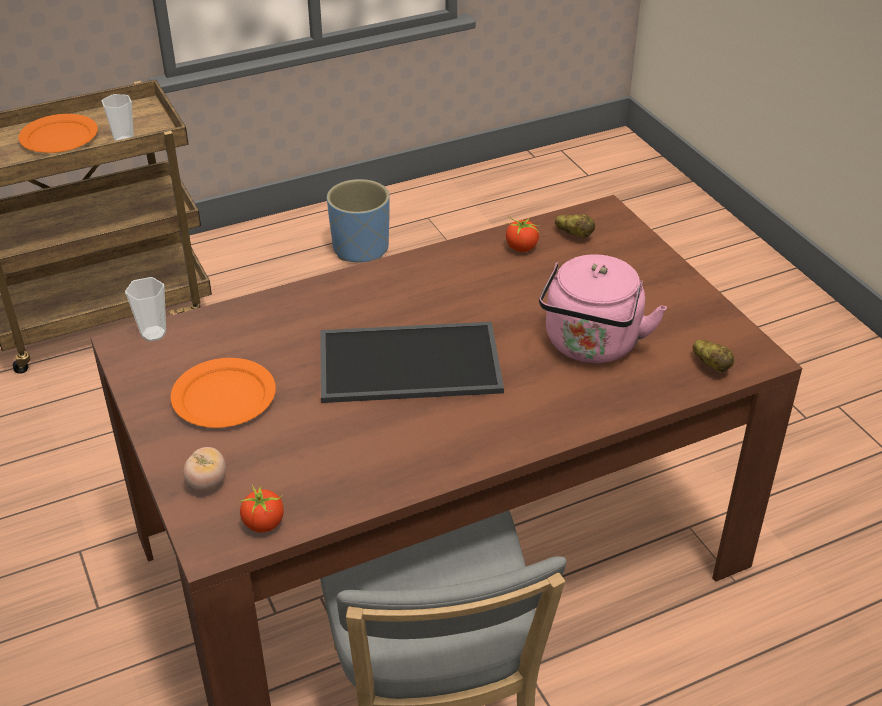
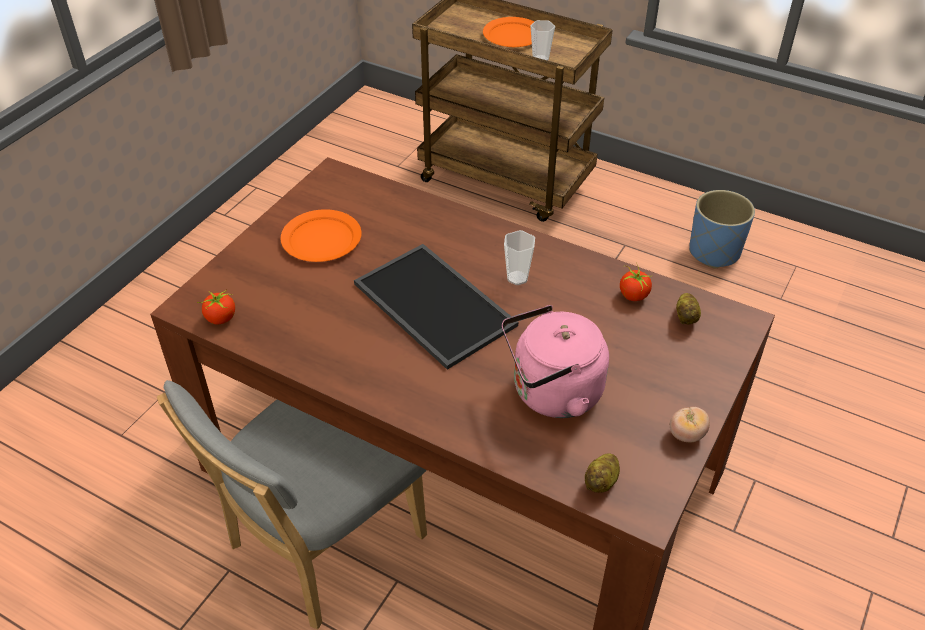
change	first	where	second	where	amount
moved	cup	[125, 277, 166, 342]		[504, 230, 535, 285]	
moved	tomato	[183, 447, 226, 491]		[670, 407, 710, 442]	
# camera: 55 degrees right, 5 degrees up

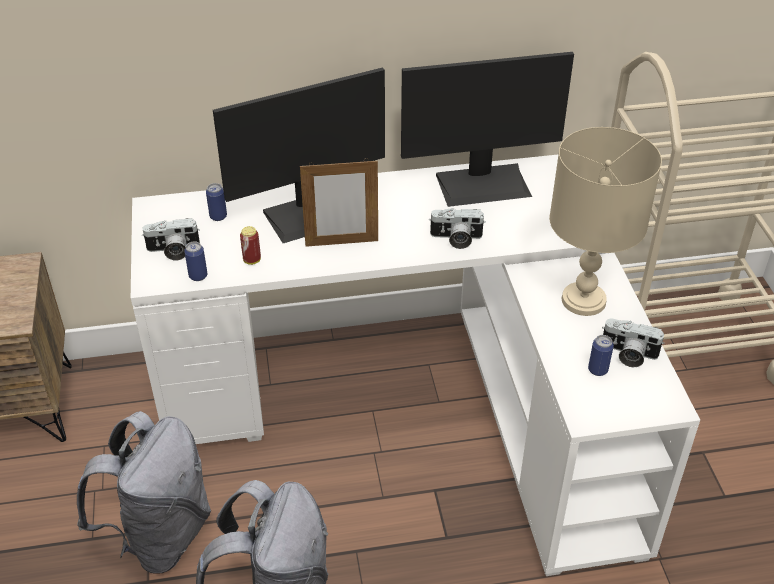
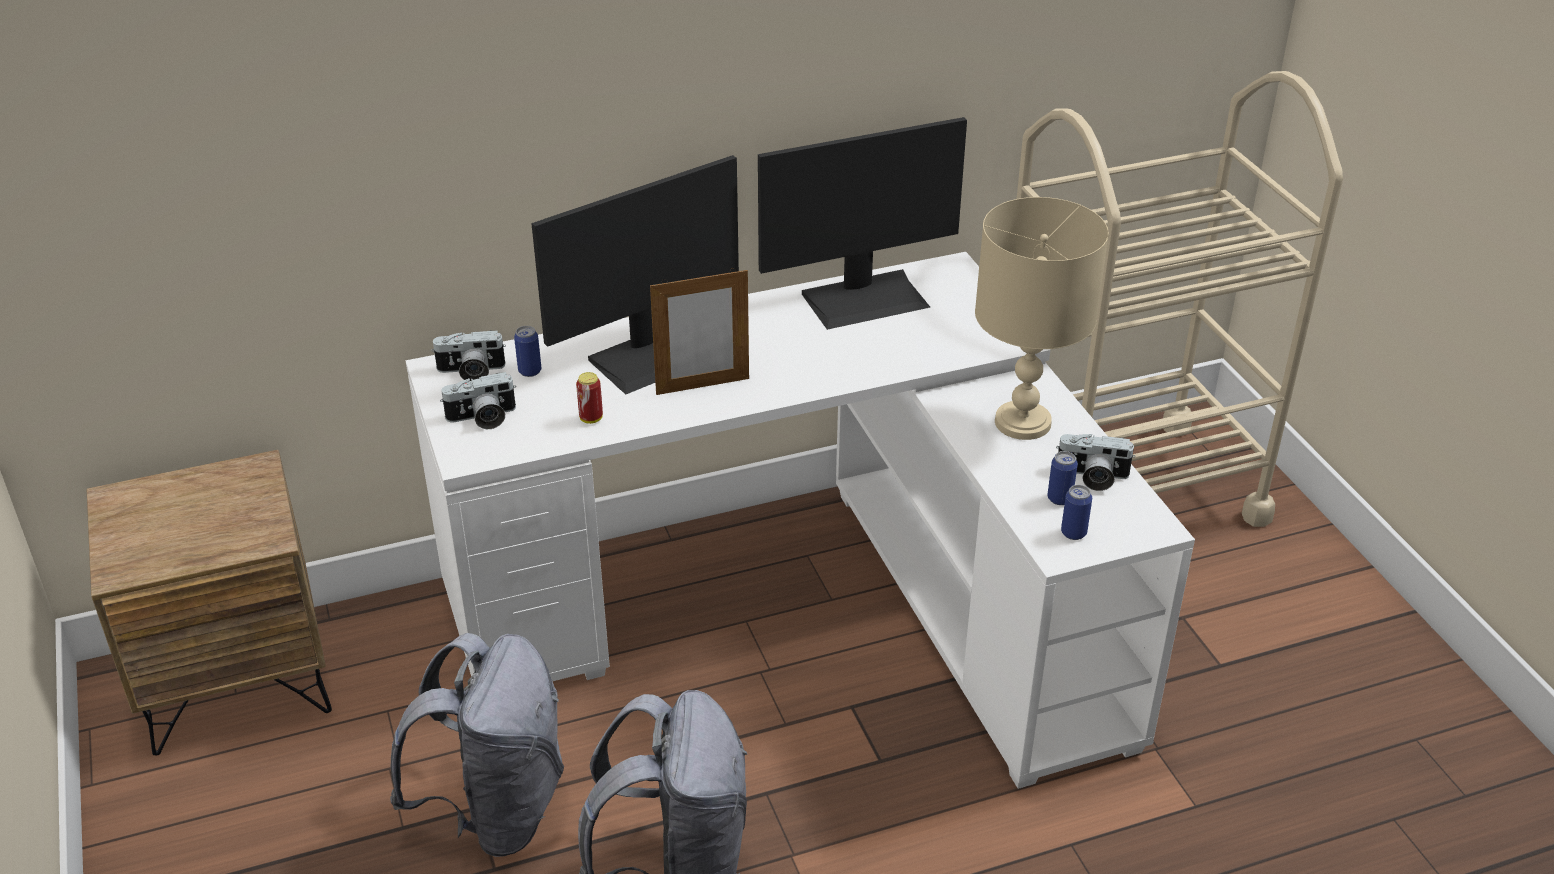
change	first	where	second	where	amount
moved	can	[184, 241, 207, 281]		[1061, 485, 1092, 540]	
moved	photo camera	[429, 208, 486, 249]		[431, 330, 506, 381]	
# camera: 10 degrees left, 5 degrees down

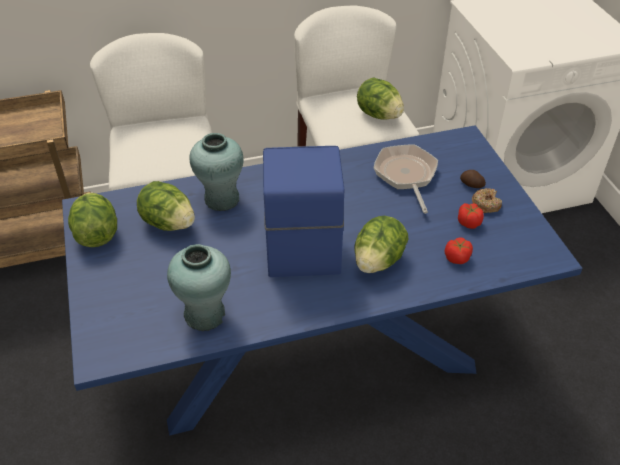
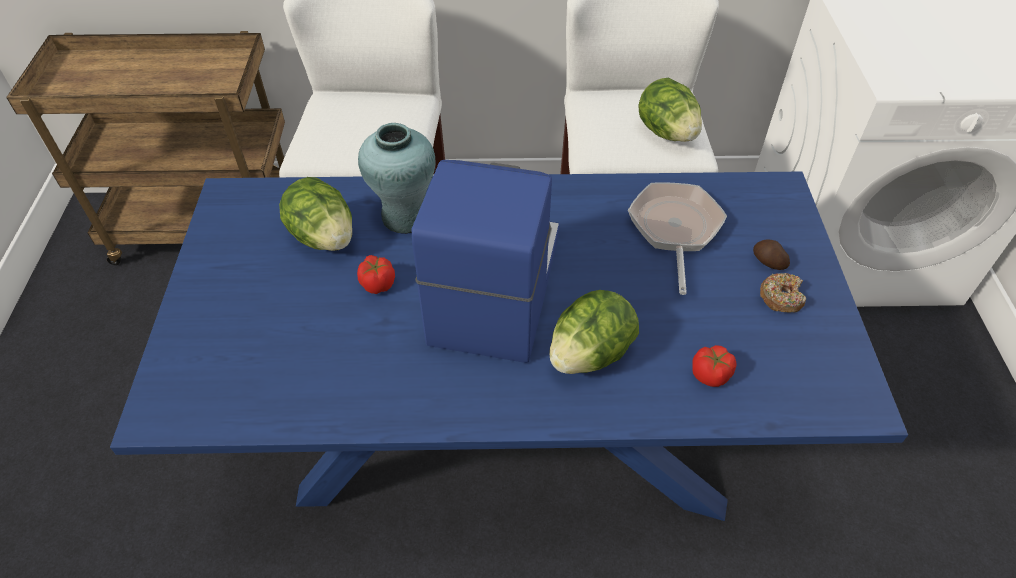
change	first	where	second	where	amount
removed	lettuce	[68, 193, 117, 247]			
removed	turquoise vase	[167, 244, 231, 331]			
moved	tomato	[458, 203, 484, 229]		[357, 255, 395, 294]	
# camera: 15 degrees right, 5 degrees up

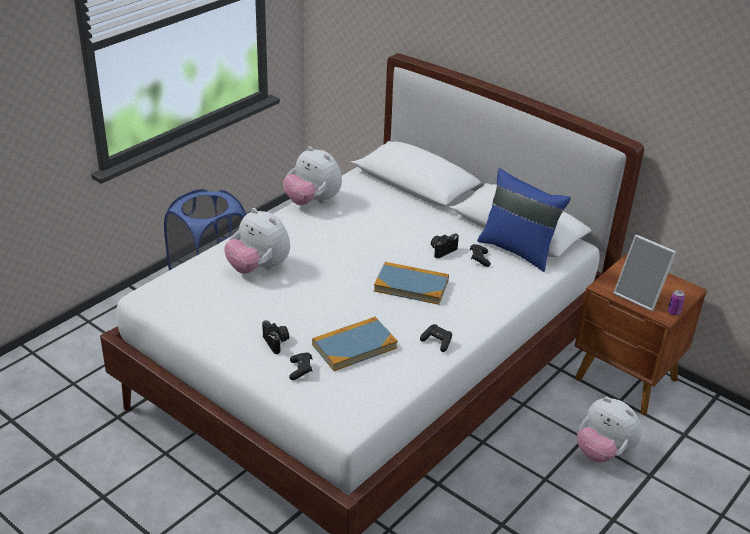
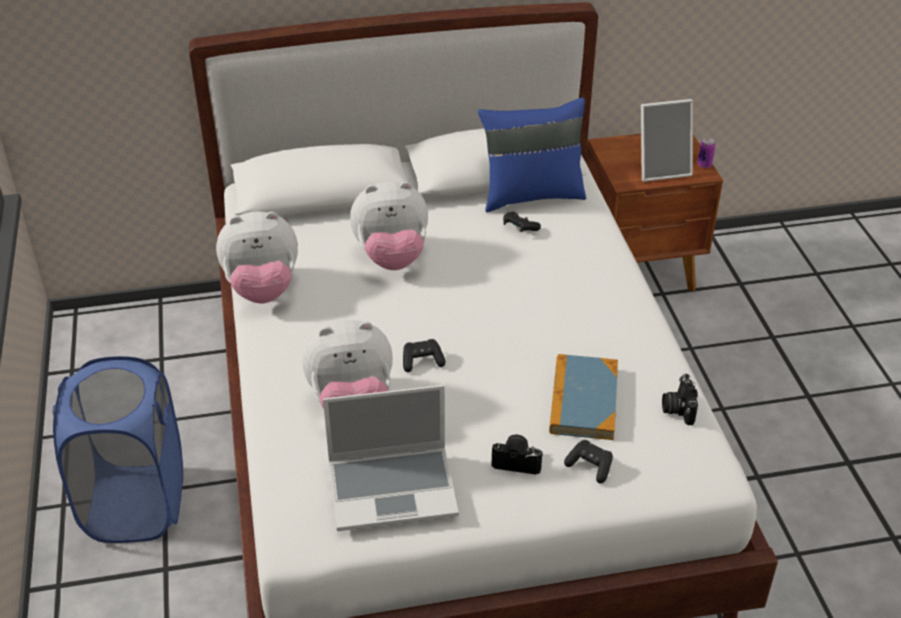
change	first	where	second	where	amount
removed	book	[374, 262, 449, 305]			
added			laptop	[323, 385, 459, 531]	
moved	black game controller	[420, 324, 452, 352]		[403, 339, 445, 372]	
moved	photo camera	[431, 234, 459, 258]		[662, 374, 698, 425]	
moved	plush toy	[577, 397, 642, 462]		[350, 181, 428, 270]	
# camera: 50 degrees left, 5 degrees up

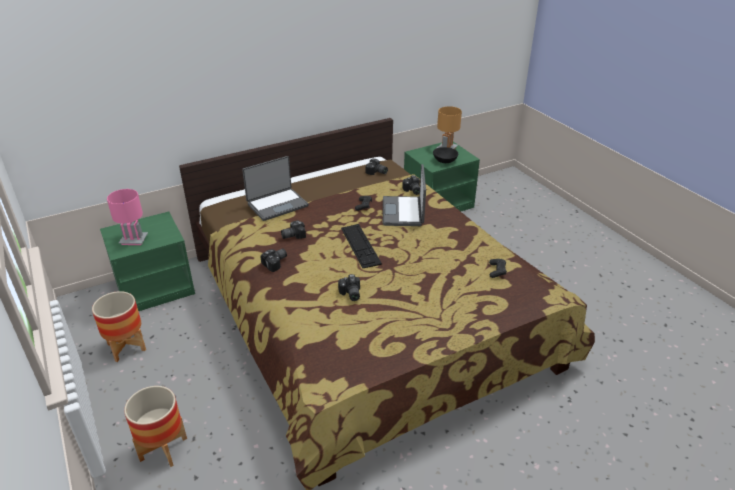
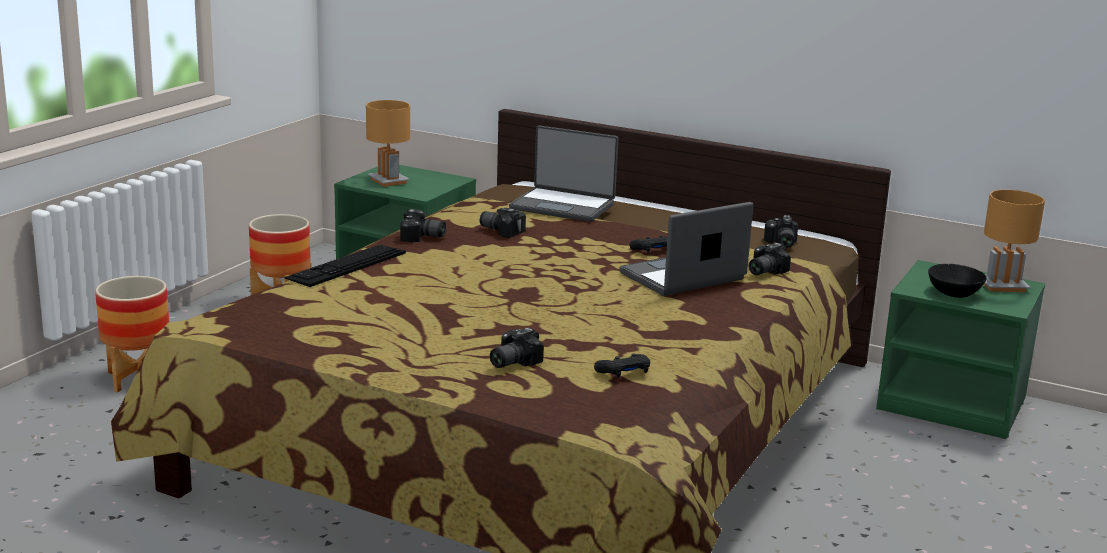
change	first	where	second	where	amount
moved	photo camera	[338, 274, 360, 301]		[490, 328, 544, 368]	
moved	keyboard	[341, 224, 382, 268]		[284, 245, 406, 287]	
recoloured	pink table lamp	[107, 189, 148, 245]	brown table lamp	[366, 100, 410, 187]	
# camera: 55 degrees right, 15 degrees down

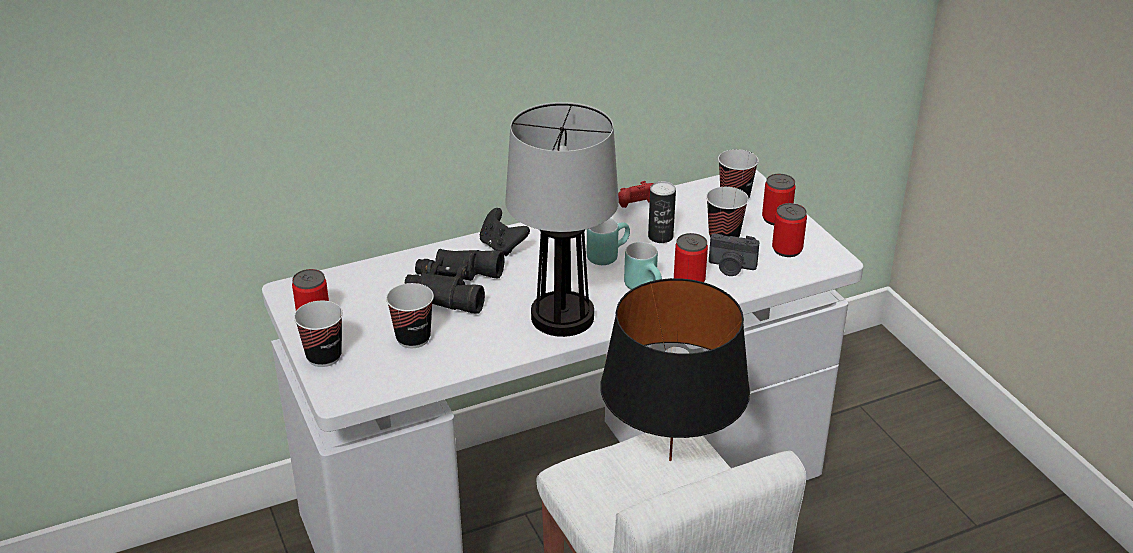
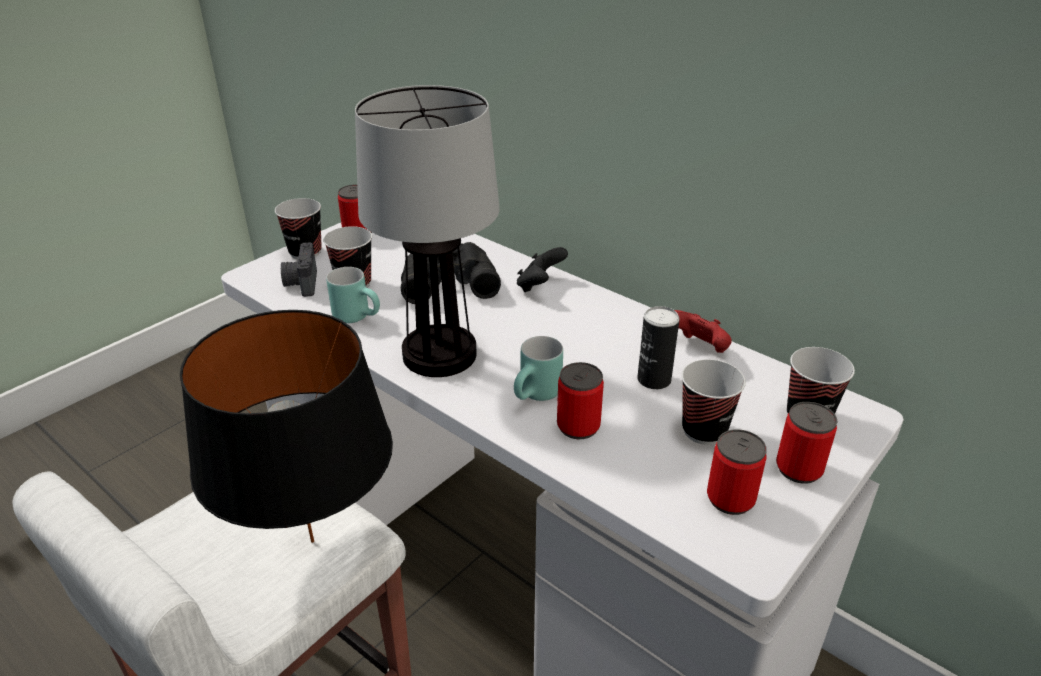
change	first	where	second	where	amount
moved	turquoise mug	[587, 218, 630, 265]		[326, 267, 380, 323]	
moved	photo camera	[709, 233, 760, 276]		[281, 242, 317, 297]	
# camera: 65 degrees right, 0 degrees up

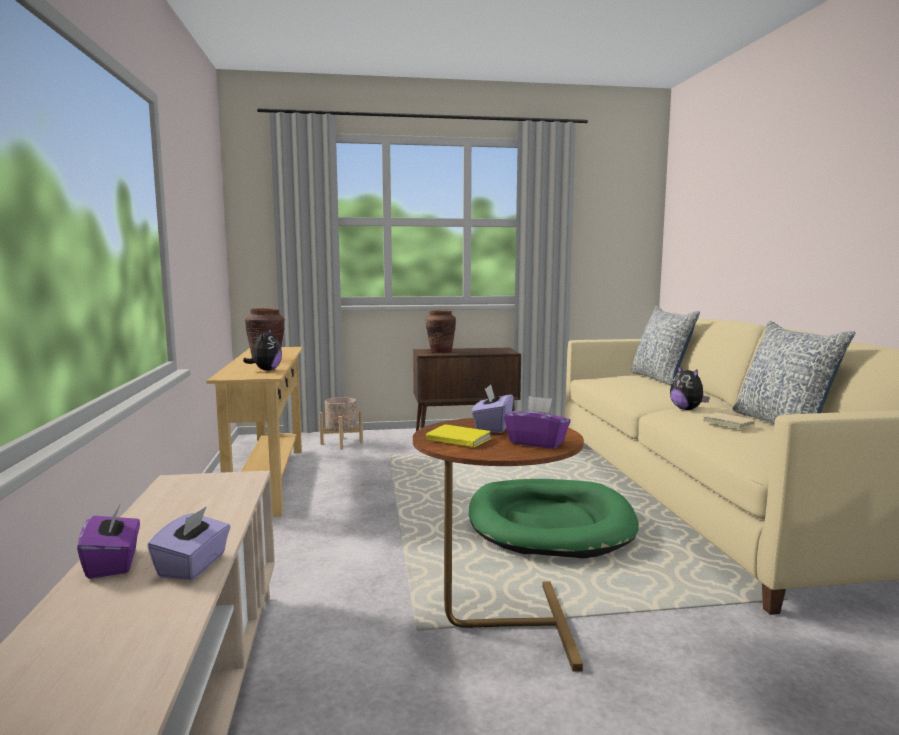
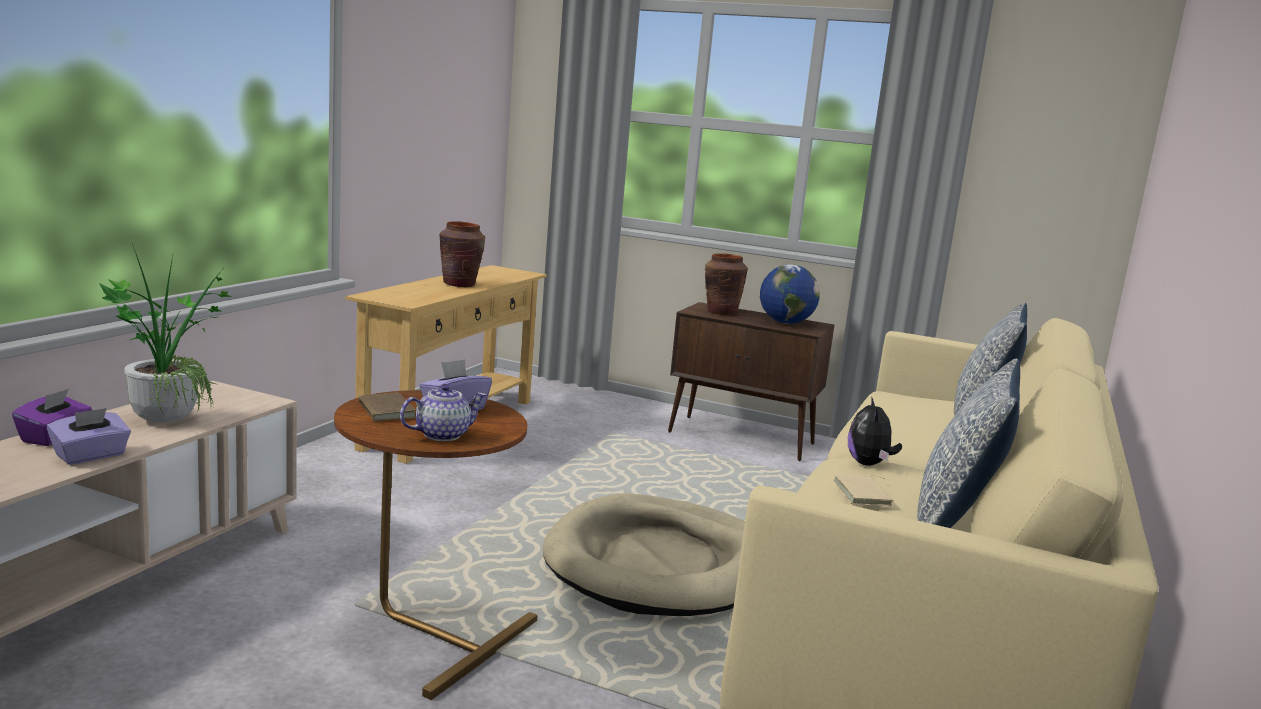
change	first	where	second	where	amount
removed	plush toy	[243, 328, 282, 371]			
removed	beige planter	[319, 397, 363, 450]			
added			potted plant	[99, 244, 232, 423]	
added			globe	[760, 264, 820, 324]	
replaced	purple tissue box	[504, 396, 571, 449]	teapot	[400, 384, 486, 441]	
recoloured	yellow book	[426, 425, 491, 447]	brown book	[359, 392, 416, 421]	
recoloured	green dog bed	[469, 479, 639, 558]	beige dog bed	[543, 493, 745, 616]	
# camera: 30 degrees right, 5 degrees up

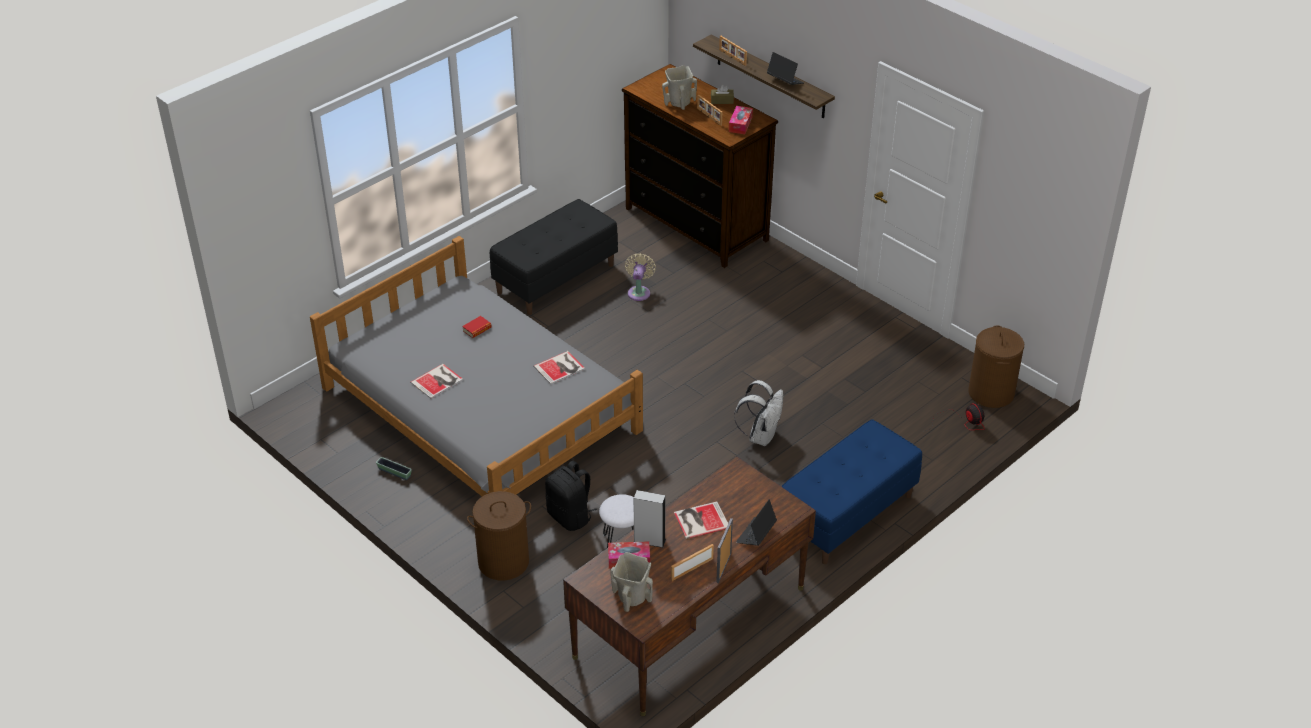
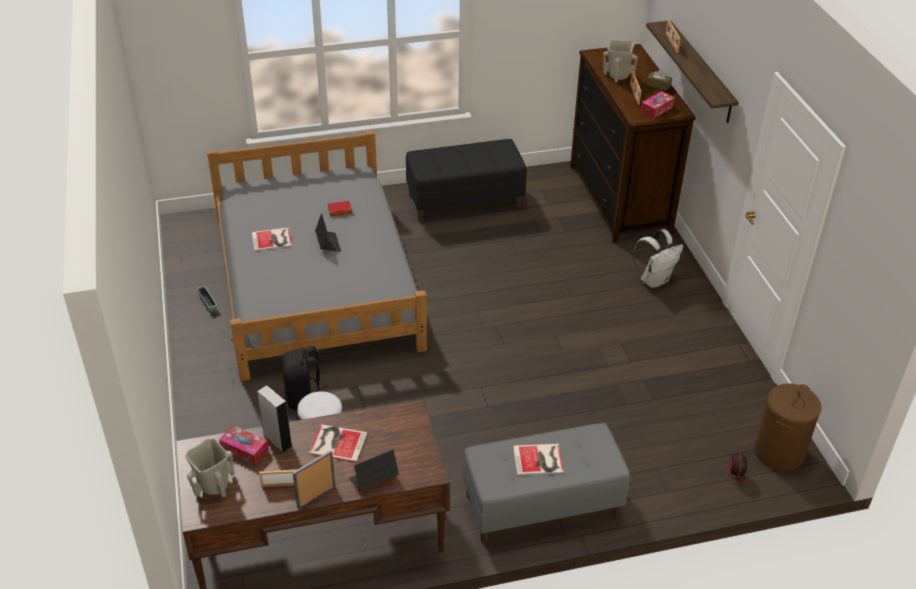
change	first	where	second	where	amount
removed	brown laundry basket	[467, 491, 531, 581]			
removed	beige fan	[625, 253, 656, 301]			
moved	book	[533, 351, 585, 384]		[513, 443, 564, 475]	
moved	white backpack	[734, 380, 783, 446]		[633, 229, 683, 288]	
moved	laptop	[767, 52, 804, 85]		[315, 213, 341, 252]	
recoloured	blue bench	[781, 419, 922, 564]	grey bench	[463, 423, 630, 543]	
# camera: 30 degrees right, 0 degrees up

